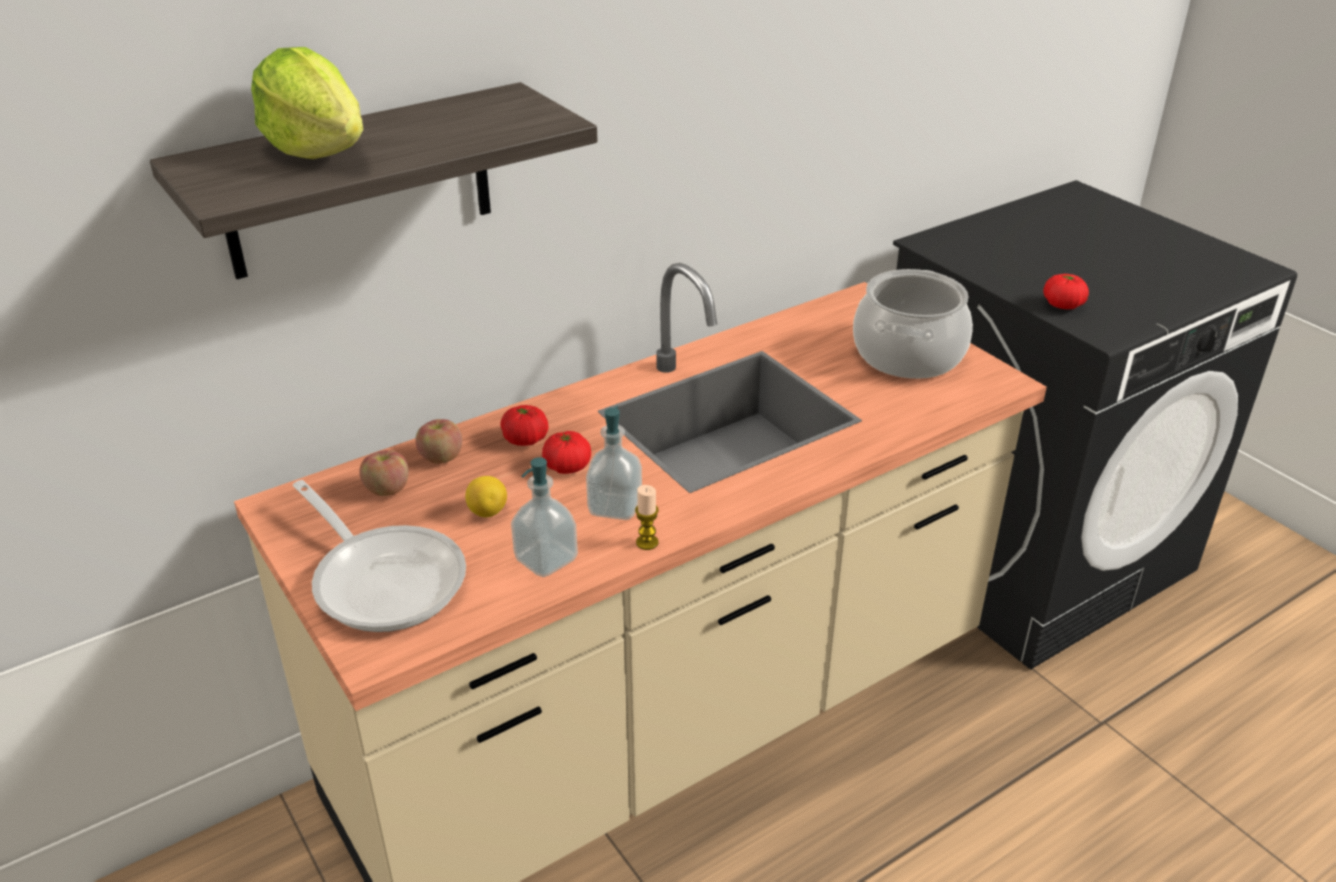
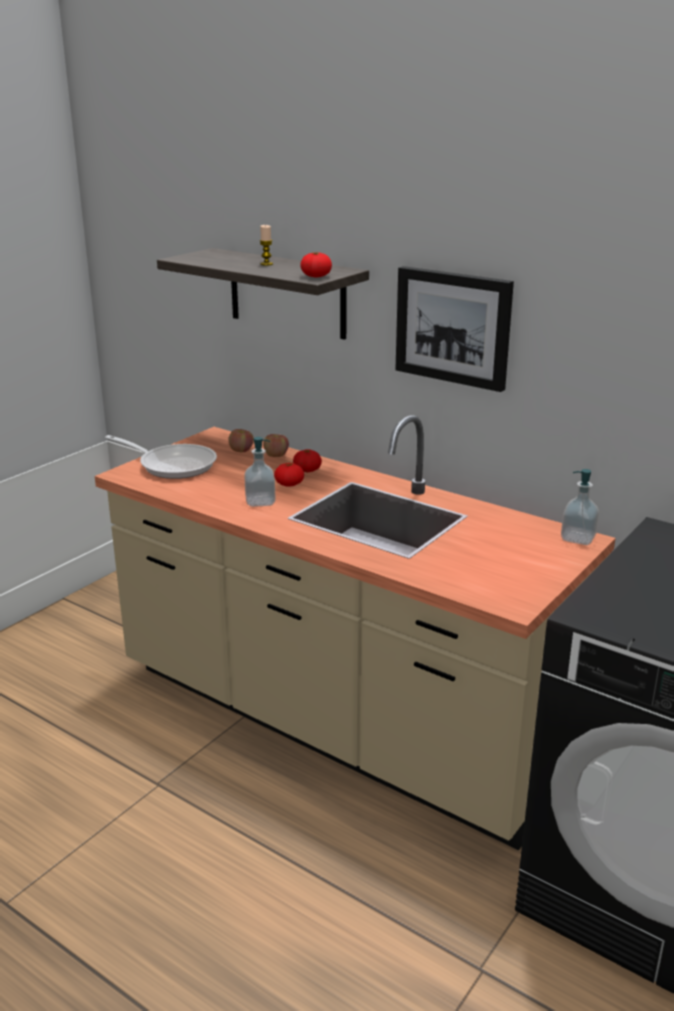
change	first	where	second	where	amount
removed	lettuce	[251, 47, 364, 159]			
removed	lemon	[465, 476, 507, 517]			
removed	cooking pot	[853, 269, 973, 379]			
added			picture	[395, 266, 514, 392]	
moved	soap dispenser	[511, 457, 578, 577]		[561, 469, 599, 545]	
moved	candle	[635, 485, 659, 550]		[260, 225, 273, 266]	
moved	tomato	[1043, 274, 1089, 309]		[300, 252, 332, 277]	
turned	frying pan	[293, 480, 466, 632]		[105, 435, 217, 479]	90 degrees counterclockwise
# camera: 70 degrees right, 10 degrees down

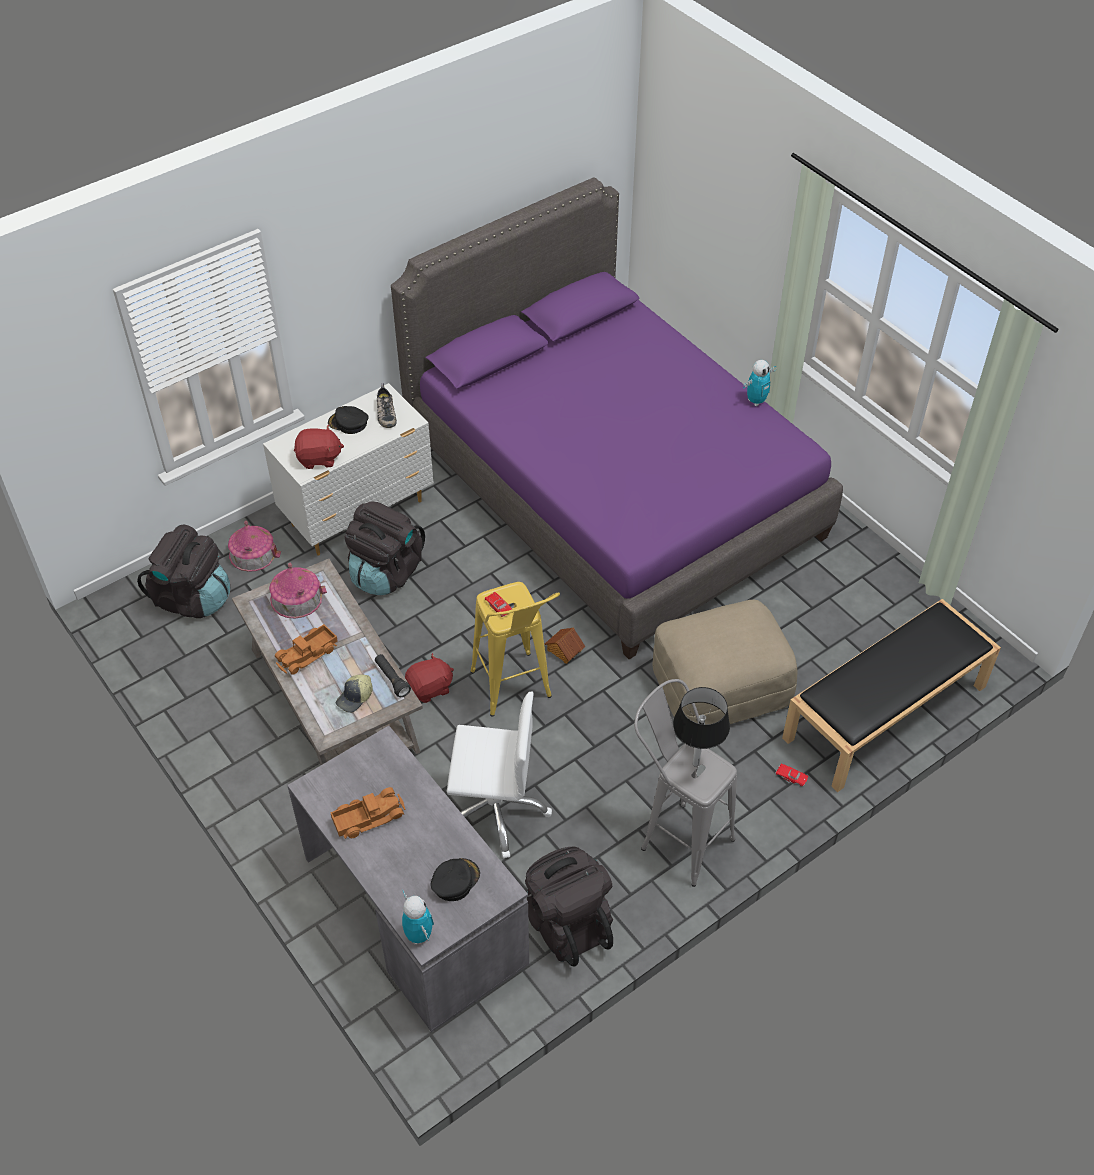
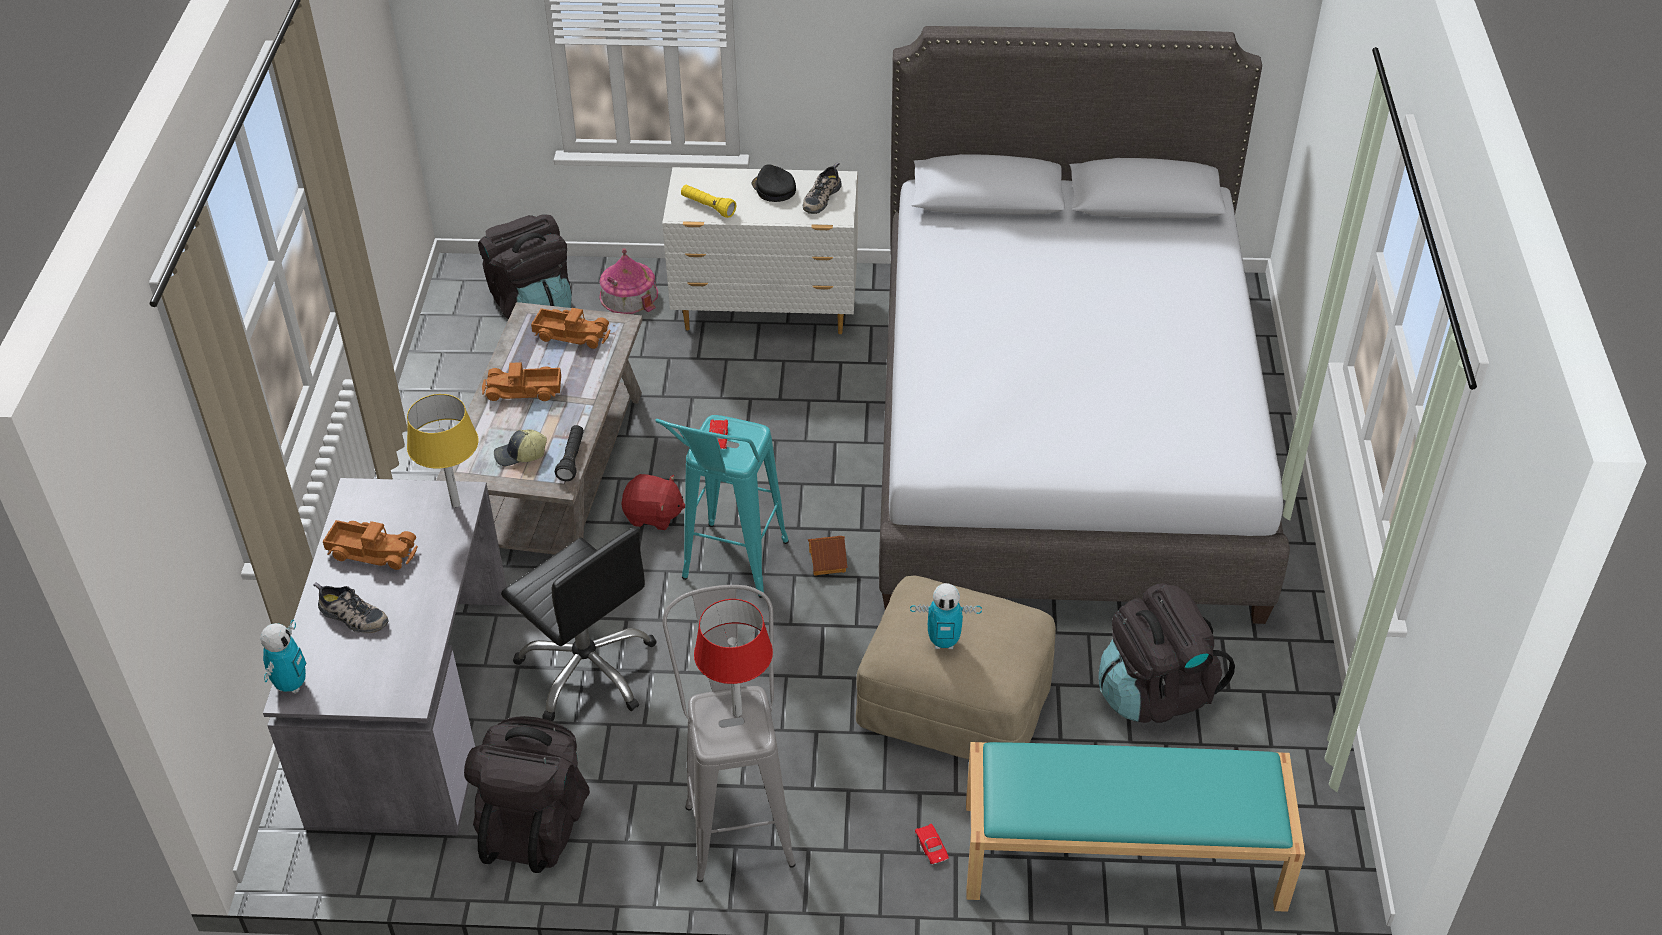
change	first	where	second	where	amount
removed	black cap	[431, 858, 480, 901]			
added			shoe	[313, 582, 389, 633]	
added			yellow table lamp	[407, 394, 479, 507]	
moved	black backpack	[345, 501, 425, 595]		[1098, 583, 1235, 723]	
moved	toy robot	[743, 360, 776, 406]		[910, 583, 982, 649]	
replaced	toy house	[269, 563, 327, 618]	toy truck	[531, 308, 611, 349]	
replaced	red plush toy	[294, 425, 344, 469]	yellow flashlight	[681, 185, 736, 218]	
recoloured	purple bed	[391, 177, 843, 659]	grey bed	[879, 26, 1290, 624]	
recoloured	white office chair	[447, 692, 552, 859]	black office chair	[501, 527, 657, 722]	
recoloured	yellow stool	[470, 582, 560, 717]	turquoise stool	[655, 415, 789, 598]	
recoloured	black table lamp	[673, 687, 730, 767]	red table lamp	[694, 599, 773, 717]	
recoloured	black bench	[782, 599, 1001, 792]	turquoise bench	[966, 742, 1305, 912]	
# camera: 40 degrees right, 5 degrees down

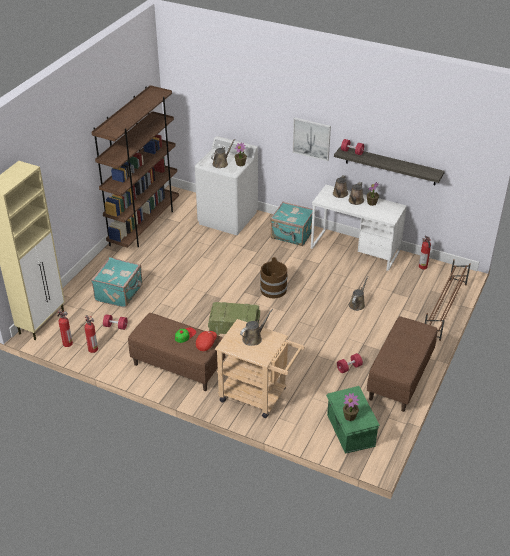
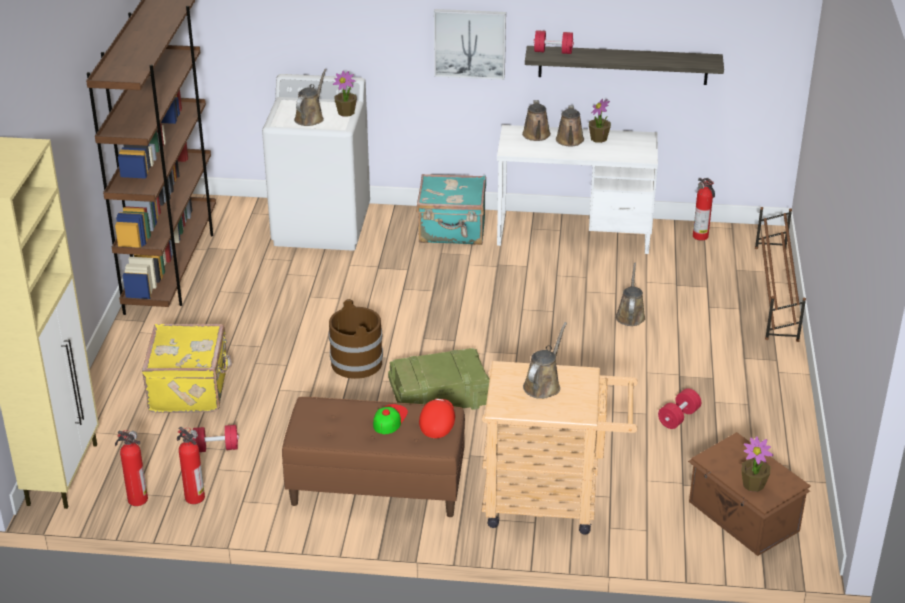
change	first	where	second	where	amount
removed	brown bench	[367, 316, 437, 412]			
moved	brown bucket	[260, 257, 288, 298]		[329, 299, 383, 379]	
recoloured	turquoise suitcase	[91, 257, 143, 308]	yellow suitcase	[142, 324, 232, 413]	
recoloured	green storage box	[326, 386, 380, 454]	brown storage box	[688, 432, 811, 556]	
# camera: 20 degrees left, 5 degrees down

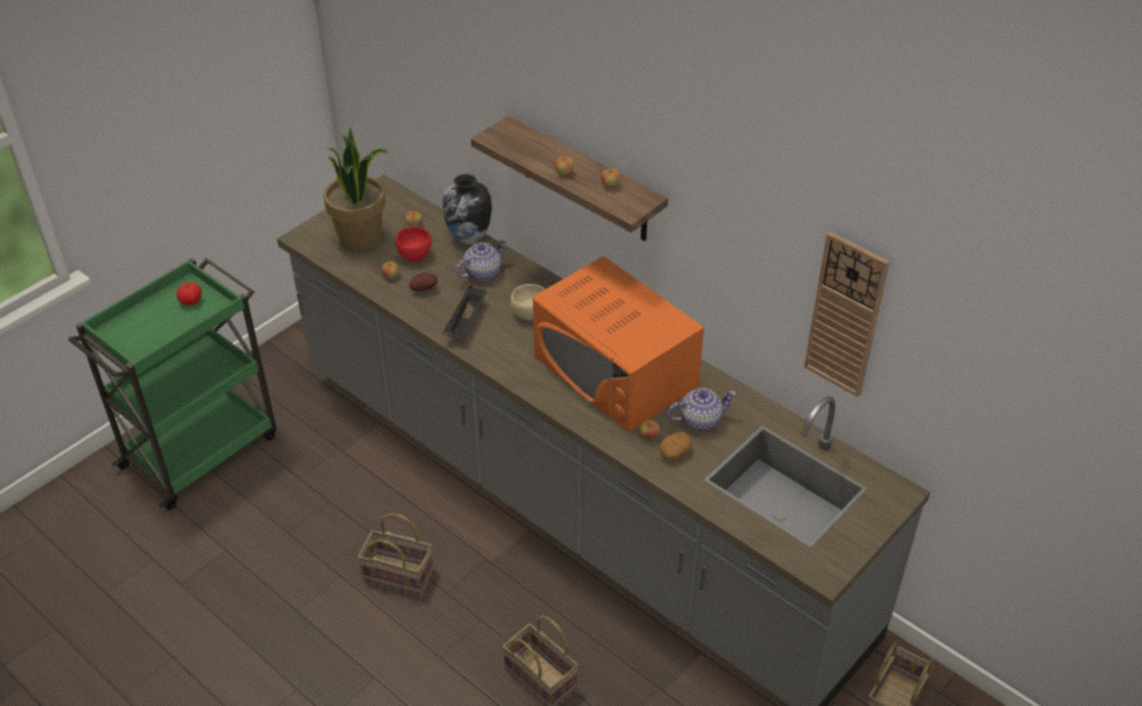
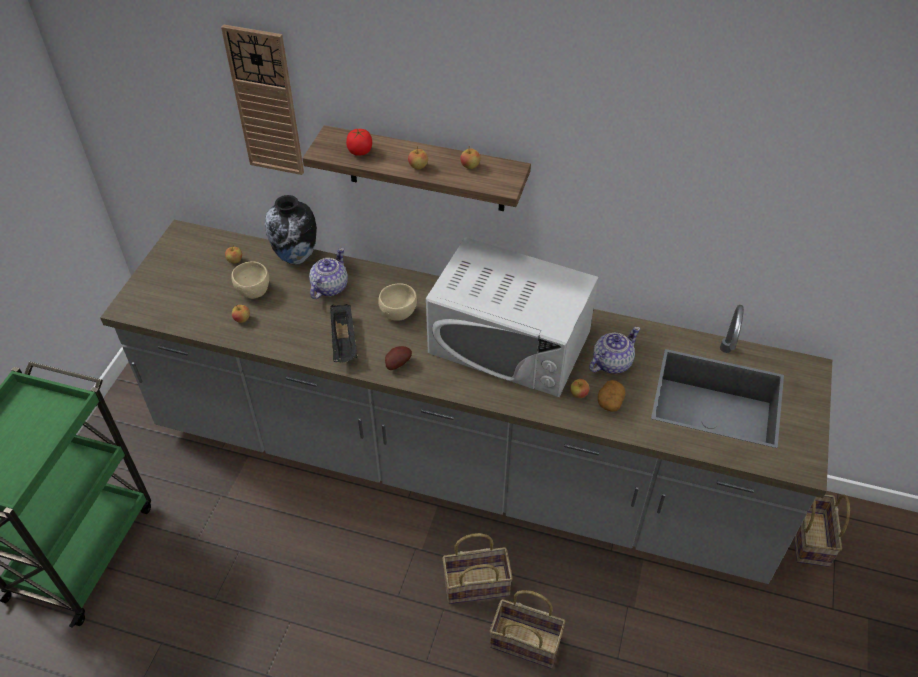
change	first	where	second	where	amount
removed	potted plant	[323, 127, 388, 252]			
moved	tomato	[177, 282, 202, 305]		[346, 129, 372, 156]	
moved	basket	[358, 513, 433, 594]		[442, 533, 513, 604]	
moved	potato	[410, 272, 438, 291]		[385, 346, 412, 370]	
moved	wall clock	[804, 232, 890, 397]		[221, 24, 304, 175]	
recoloured	red bowl	[396, 226, 431, 262]	beige bowl	[231, 262, 269, 299]	
recoloured	orange microwave	[533, 256, 704, 432]	white microwave	[426, 237, 599, 397]	
# camera: 25 degrees left, 5 degrees up

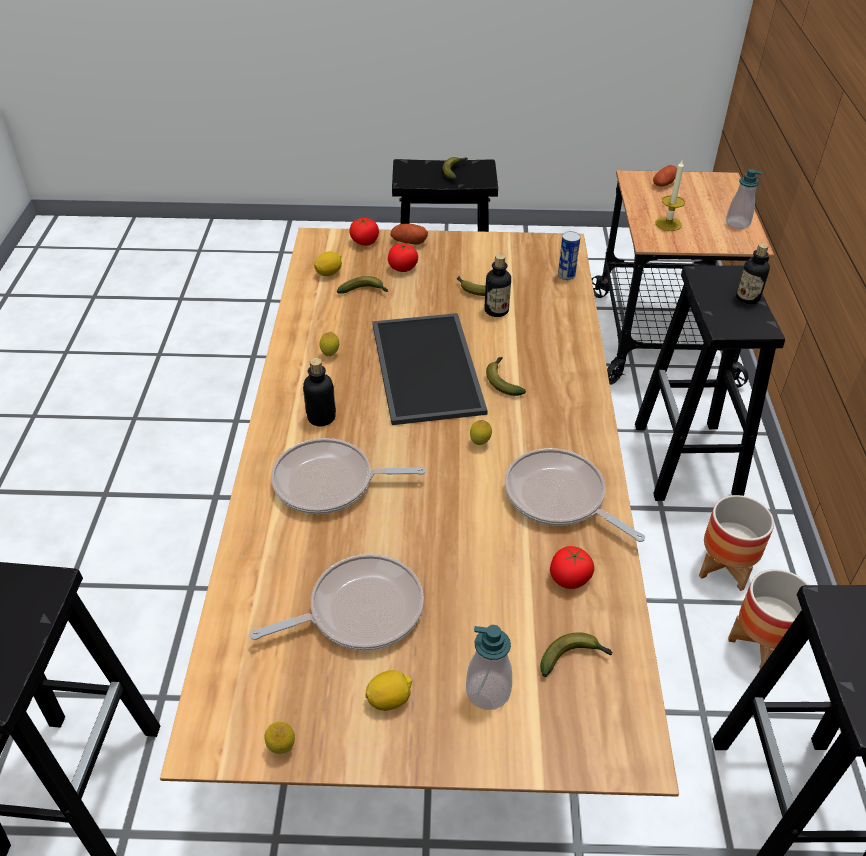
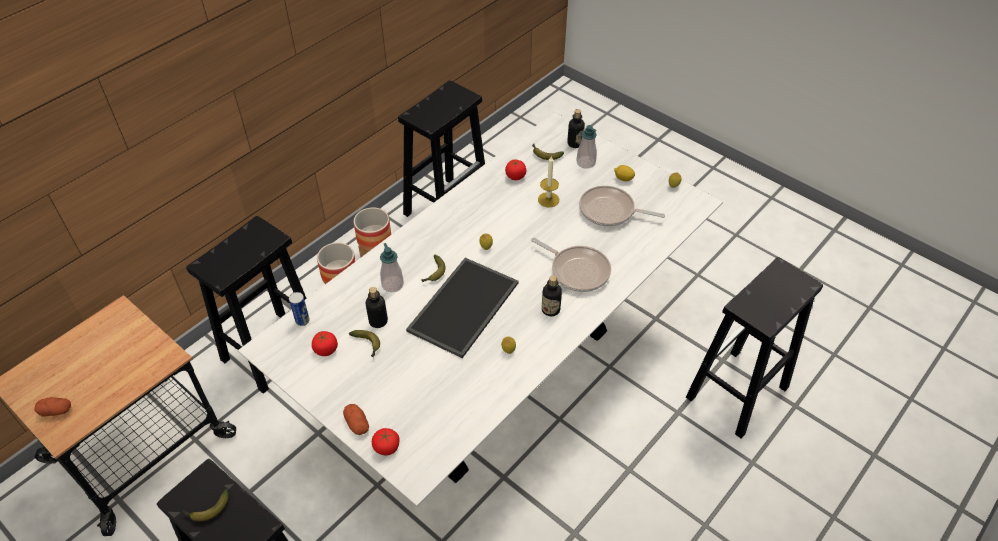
change	first	where	second	where	amount
removed	lemon	[314, 251, 342, 276]			
removed	banana	[337, 276, 388, 294]			
removed	frying pan	[505, 448, 645, 542]			
moved	tomato	[388, 243, 418, 272]		[312, 331, 338, 356]	
moved	candle	[656, 160, 685, 231]		[538, 156, 559, 208]	
moved	soap dispenser	[726, 169, 763, 229]		[380, 243, 404, 292]	
moved	bottle	[736, 243, 770, 304]		[567, 109, 585, 148]	
recoloured	brown dining table	[160, 228, 679, 797]	white dining table	[238, 112, 723, 507]	
# camera: 140 degrees left, 5 degrees up

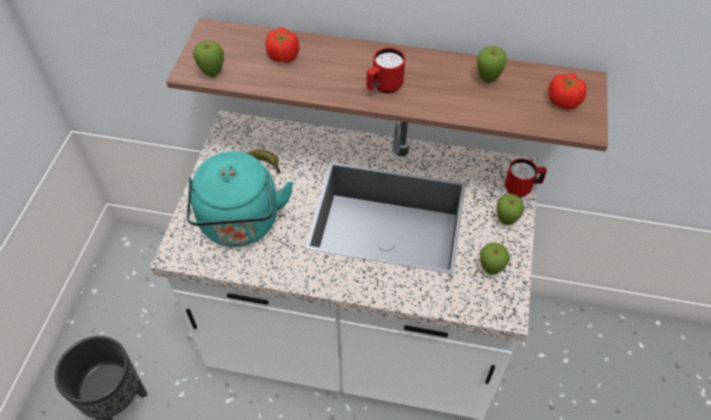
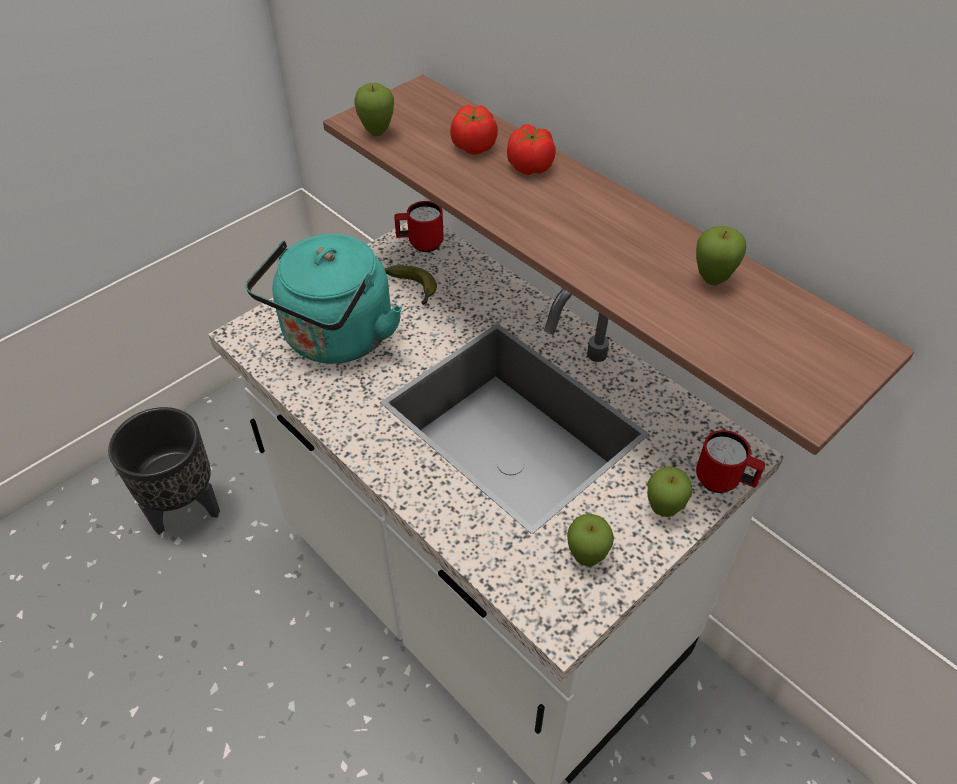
change	first	where	second	where	amount
moved	red mug	[367, 48, 405, 93]		[394, 201, 444, 252]	
moved	tomato	[549, 73, 587, 110]		[507, 124, 556, 175]	
# camera: 35 degrees right, 5 degrees down

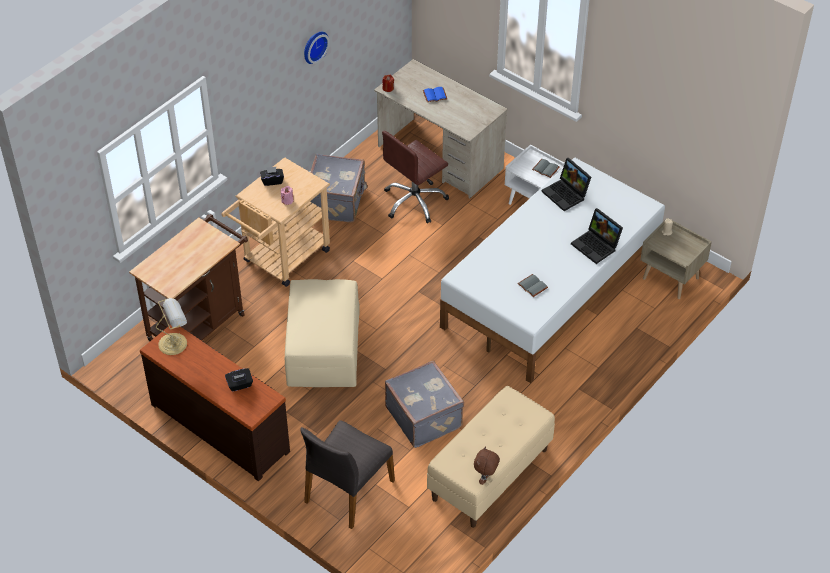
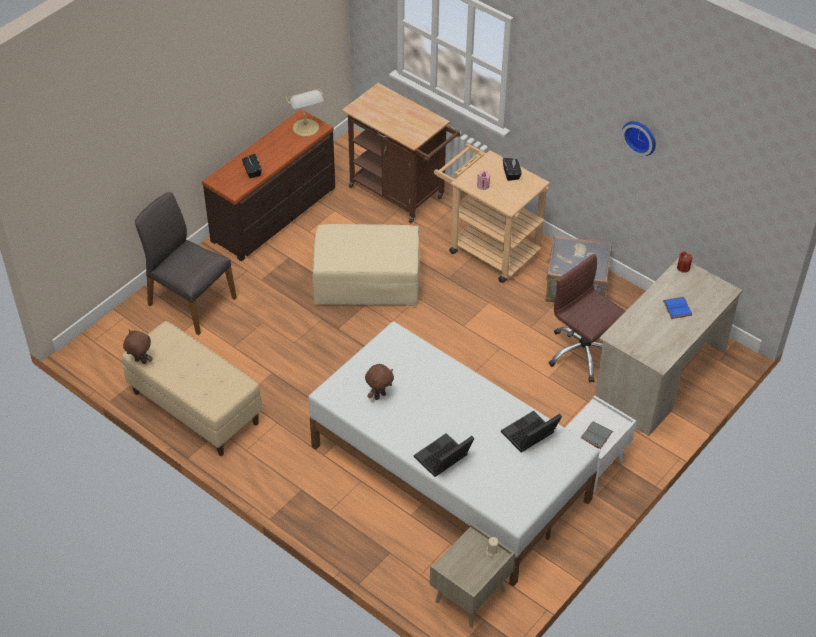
change	first	where	second	where	amount
removed	grey suitcase	[385, 360, 464, 448]			
replaced	grey book	[517, 274, 548, 297]	brown plush toy	[365, 364, 394, 400]	
# camera: 90 degrees right, 0 degrees up

